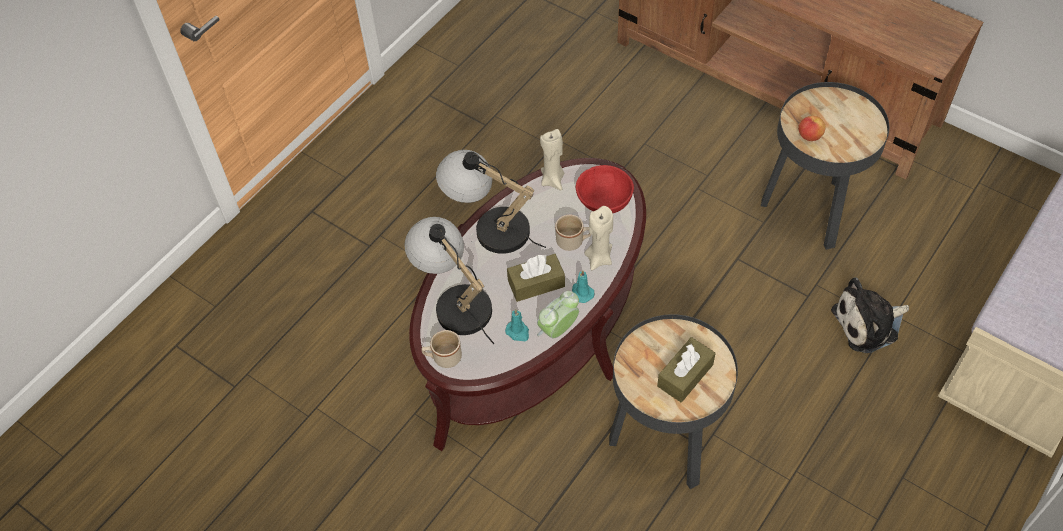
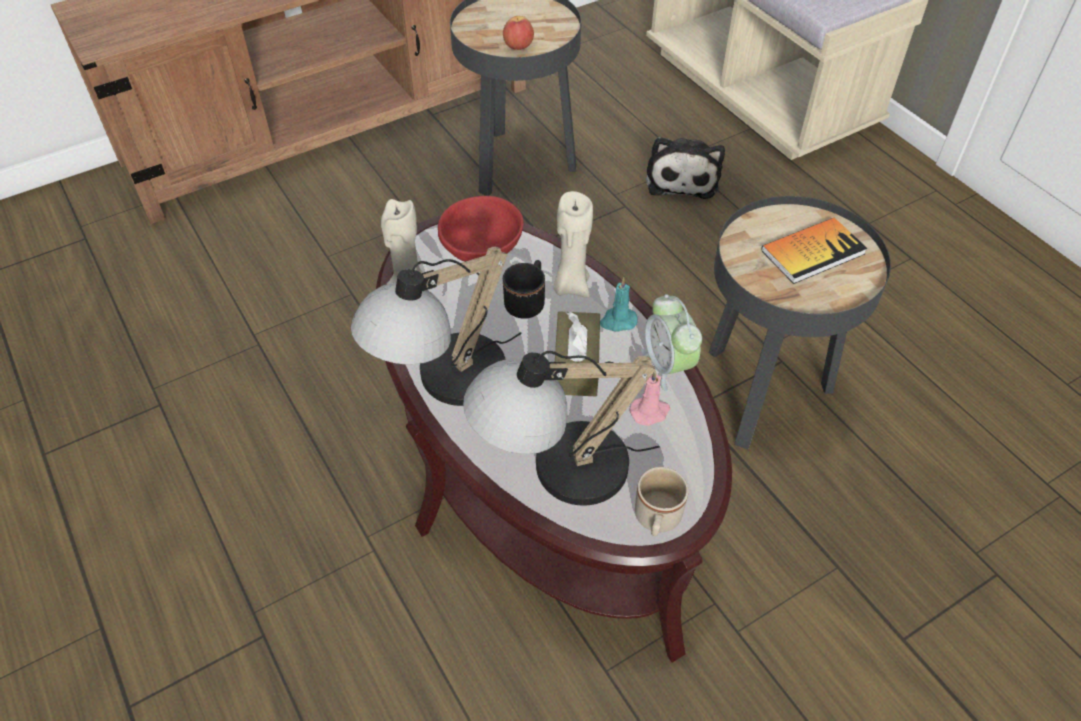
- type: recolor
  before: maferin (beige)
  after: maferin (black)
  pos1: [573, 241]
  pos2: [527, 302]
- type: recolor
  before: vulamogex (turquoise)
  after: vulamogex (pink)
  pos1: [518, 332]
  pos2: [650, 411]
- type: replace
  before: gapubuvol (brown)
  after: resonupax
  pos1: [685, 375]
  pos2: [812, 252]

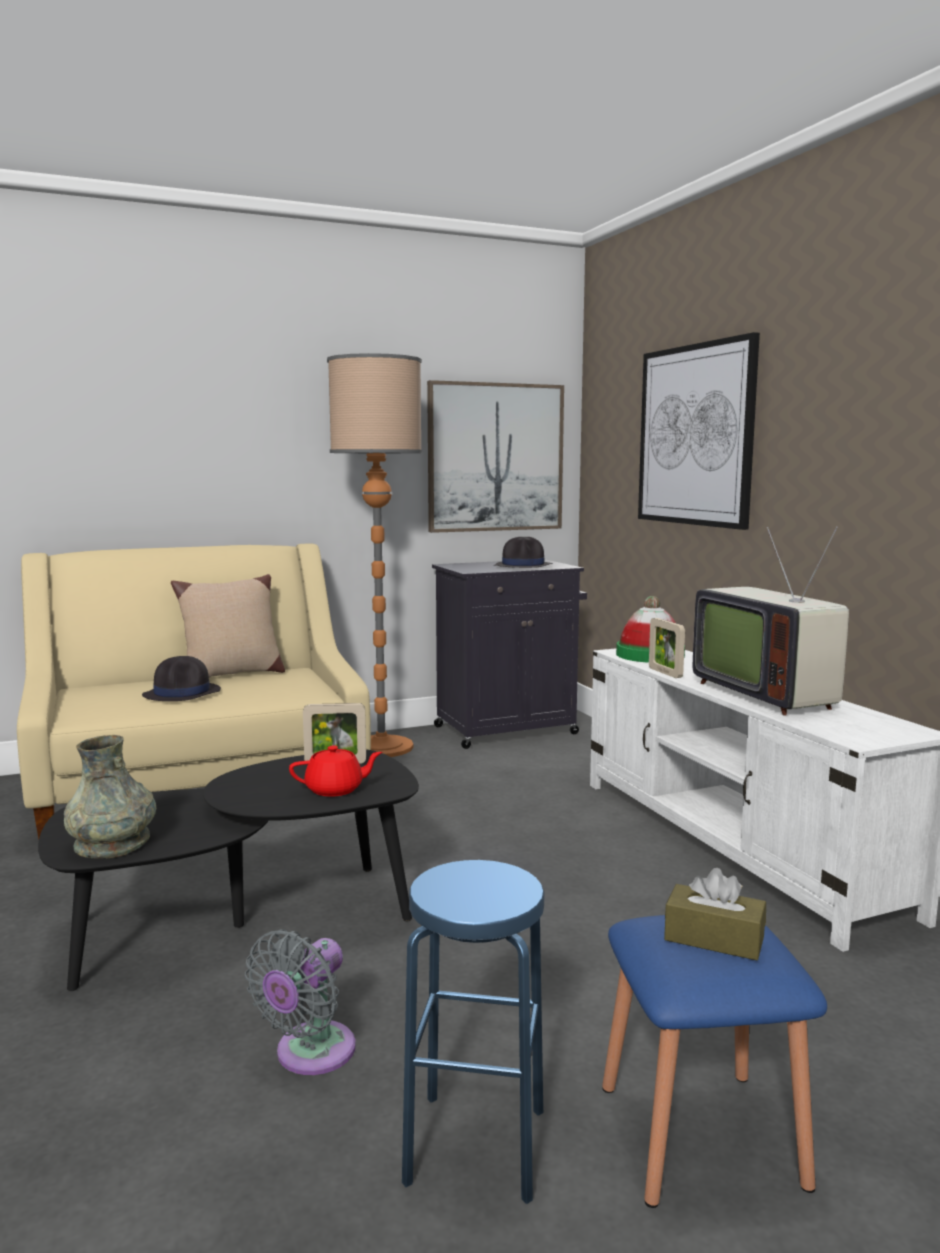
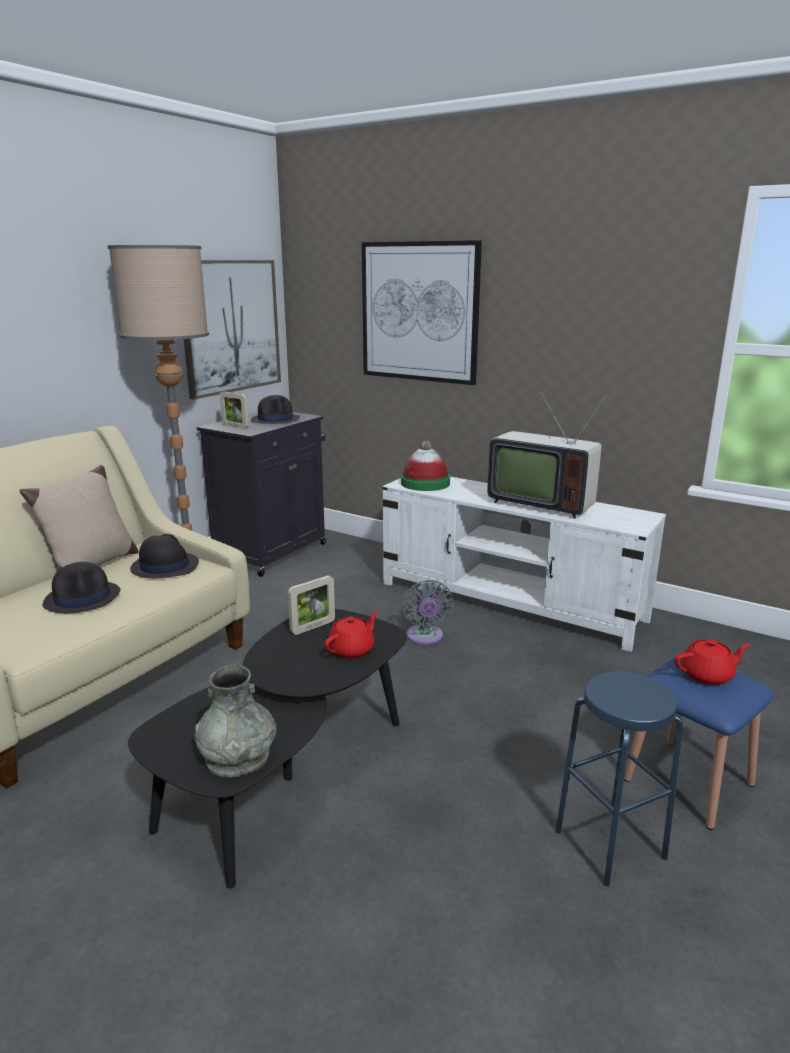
- type: insert
  after: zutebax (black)
  pos2: [164, 566]
- type: move
  before: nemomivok
  pos1: [665, 673]
  pos2: [235, 426]
- type: move
  before: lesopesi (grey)
  pos1: [310, 1054]
  pos2: [425, 637]
- type: replace
  before: gapubuvol (brown)
  after: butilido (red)
  pos1: [714, 938]
  pos2: [708, 675]

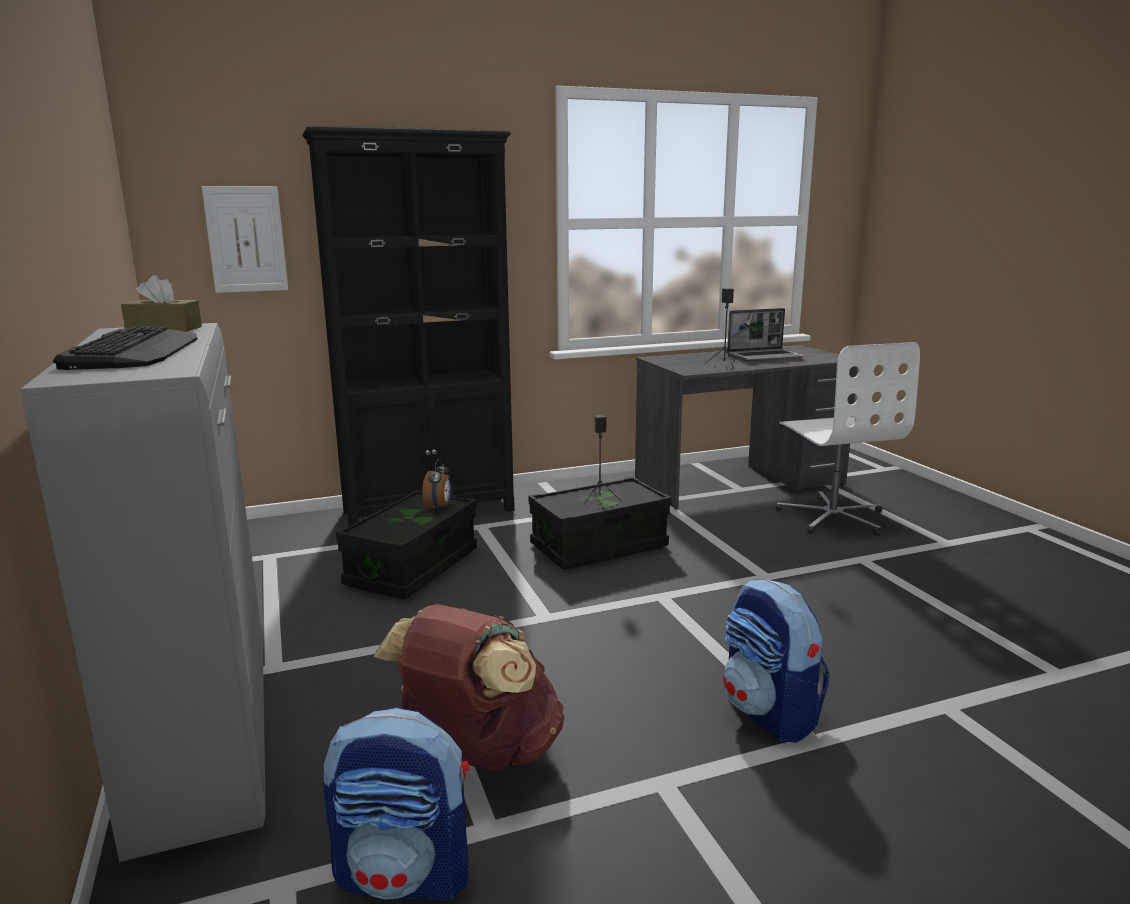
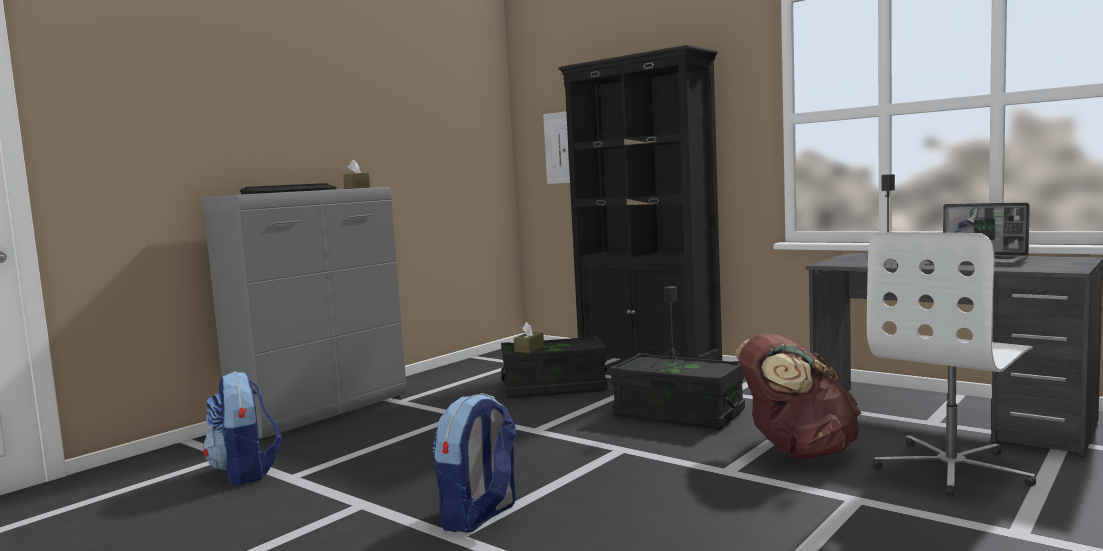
- type: insert
  after: gapubuvol (brown)
  pos2: [529, 349]
- type: move
  before: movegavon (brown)
  pos1: [478, 754]
  pos2: [797, 452]
- type: delete
  before: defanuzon
  pos1: [439, 508]

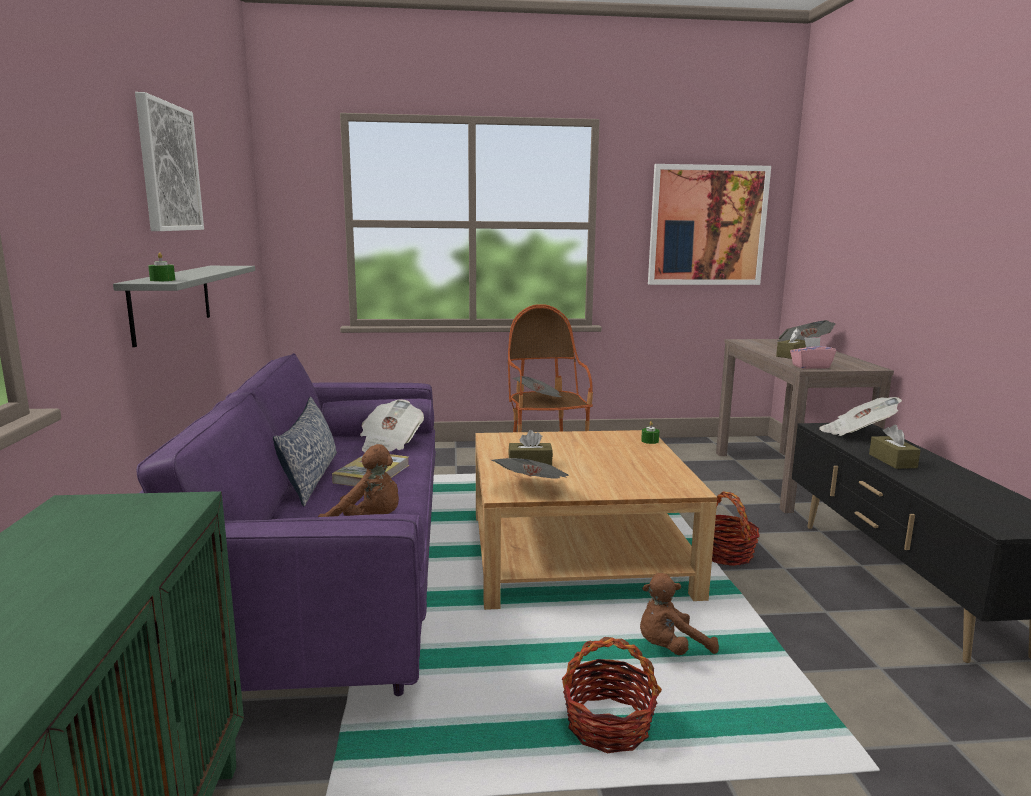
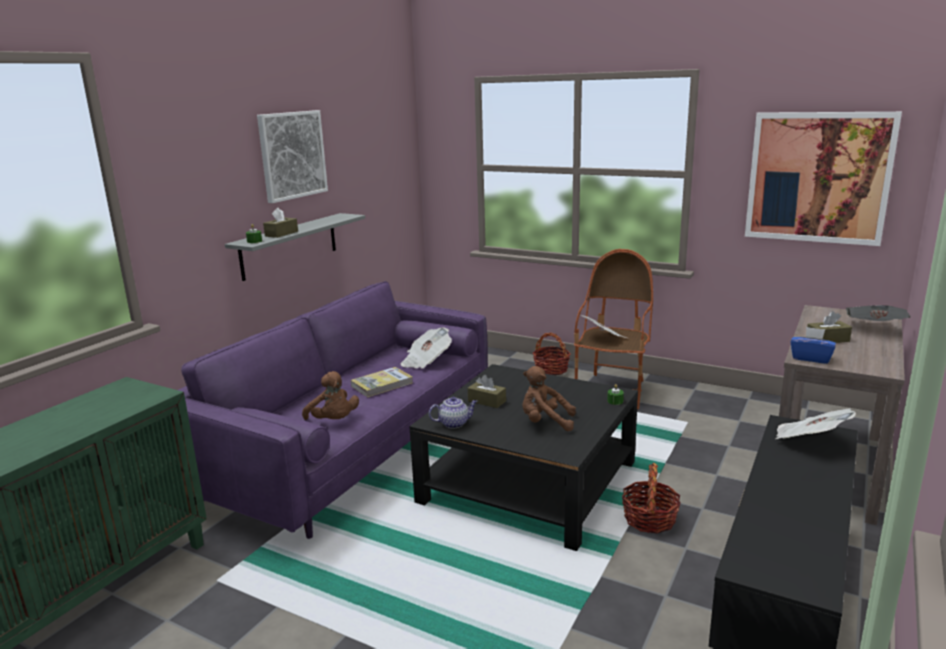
- type: move
  before: gapubuvol (brown)
  pos1: [892, 461]
  pos2: [281, 234]
- type: recolor
  before: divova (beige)
  after: divova (black)
  pos1: [577, 554]
  pos2: [529, 482]
- type: replace
  before: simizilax
  after: butilido
  pos1: [532, 489]
  pos2: [454, 423]
- type: move
  before: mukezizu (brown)
  pos1: [670, 648]
  pos2: [545, 422]
- type: move
  before: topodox
  pos1: [608, 725]
  pos2: [551, 369]
- type: recolor
  before: gapubuvol (pink)
  after: gapubuvol (blue)
  pos1: [810, 366]
  pos2: [811, 358]
- type: delete
  before: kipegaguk
  pos1: [311, 477]

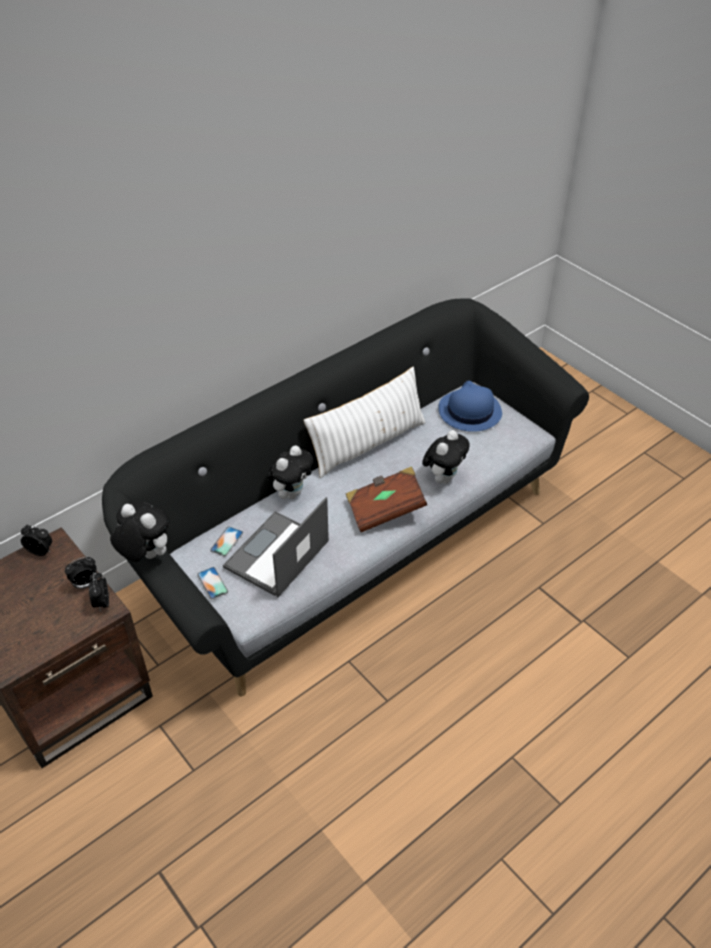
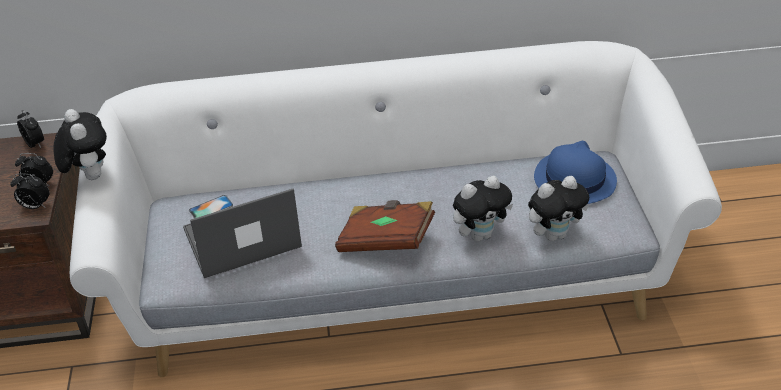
- type: rotate
  before: defanuzon
  pos1: [102, 603]
  pos2: [35, 206]
  turn: -105
- type: recolor
  before: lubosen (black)
  after: lubosen (white)
  pos1: [355, 539]
  pos2: [395, 280]
- type: move
  before: mukezizu
  pos1: [291, 493]
  pos2: [554, 235]
- type: delete
  before: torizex
  pos1: [212, 583]
- type: delete
  before: kipegaguk (white)
  pos1: [367, 444]

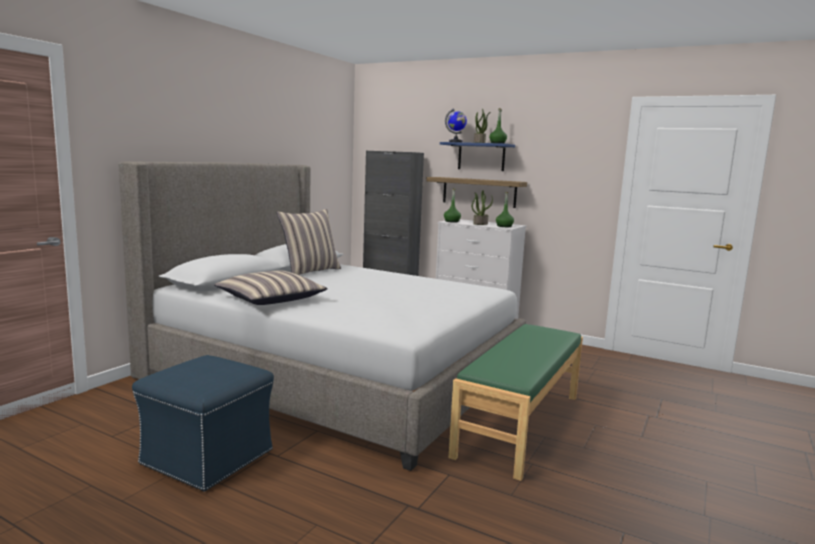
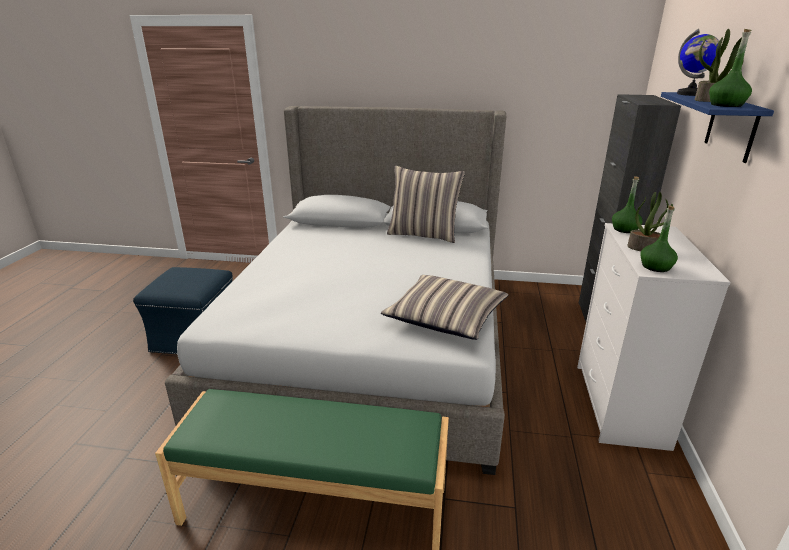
- type: move
  before: kipegaguk
  pos1: [271, 299]
  pos2: [446, 317]
- type: delete
  before: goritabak
  pos1: [479, 192]

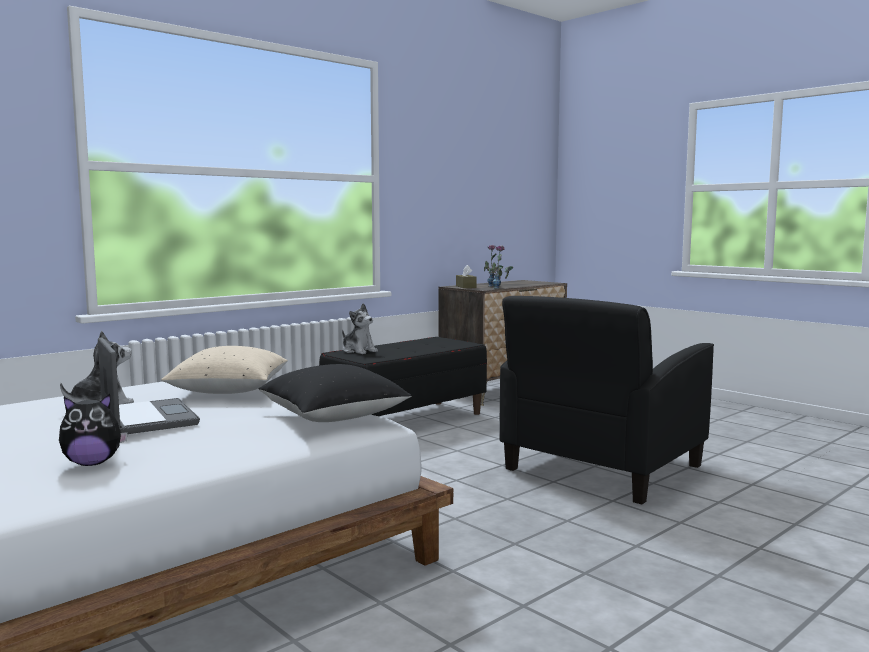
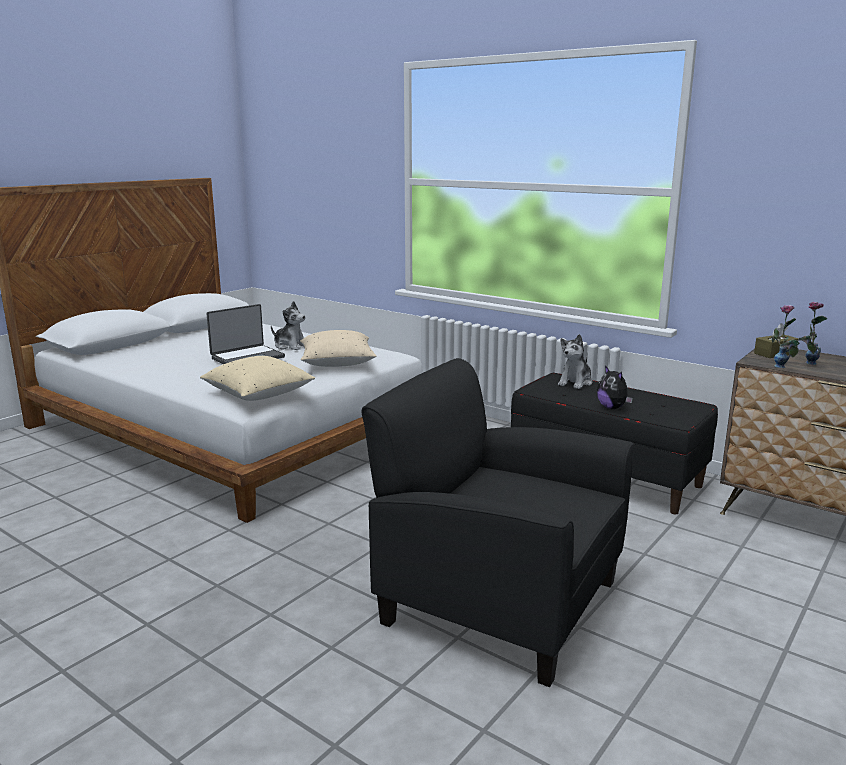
- type: recolor
  before: kipegaguk (black)
  after: kipegaguk (beige)
  pos1: [333, 417]
  pos2: [258, 395]
- type: move
  before: mukezizu
  pos1: [92, 463]
  pos2: [612, 408]

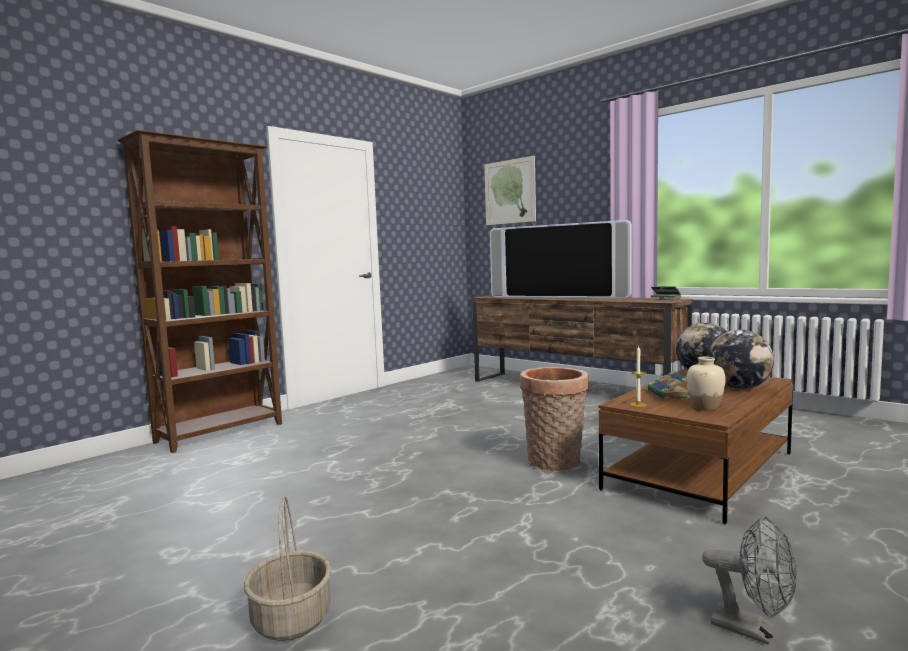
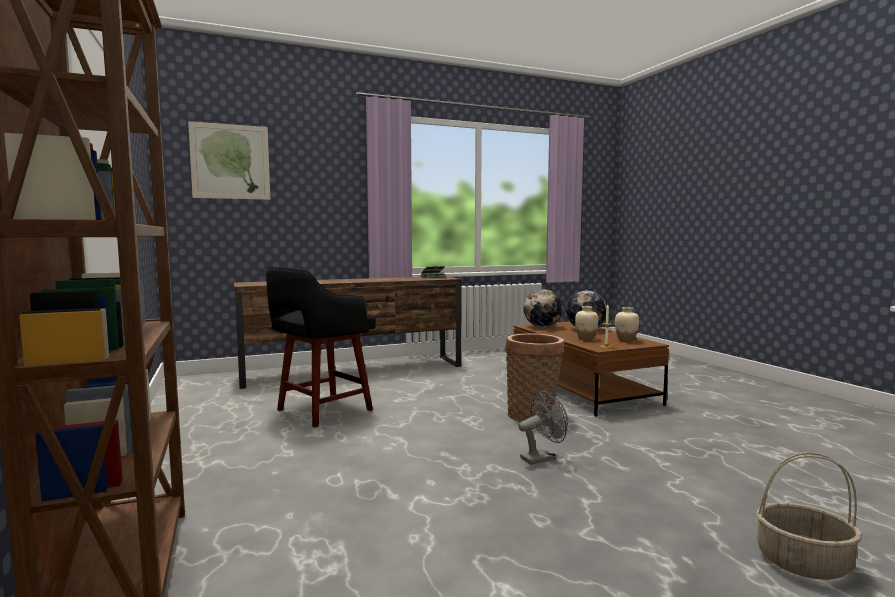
- type: insert
  after: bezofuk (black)
  pos2: [321, 411]
- type: move
  before: lesopesi (grey)
  pos1: [753, 630]
  pos2: [542, 458]
- type: replace
  before: resonupax
  after: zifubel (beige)
  pos1: [669, 394]
  pos2: [586, 339]
- type: delete
  before: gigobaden
  pos1: [558, 297]

